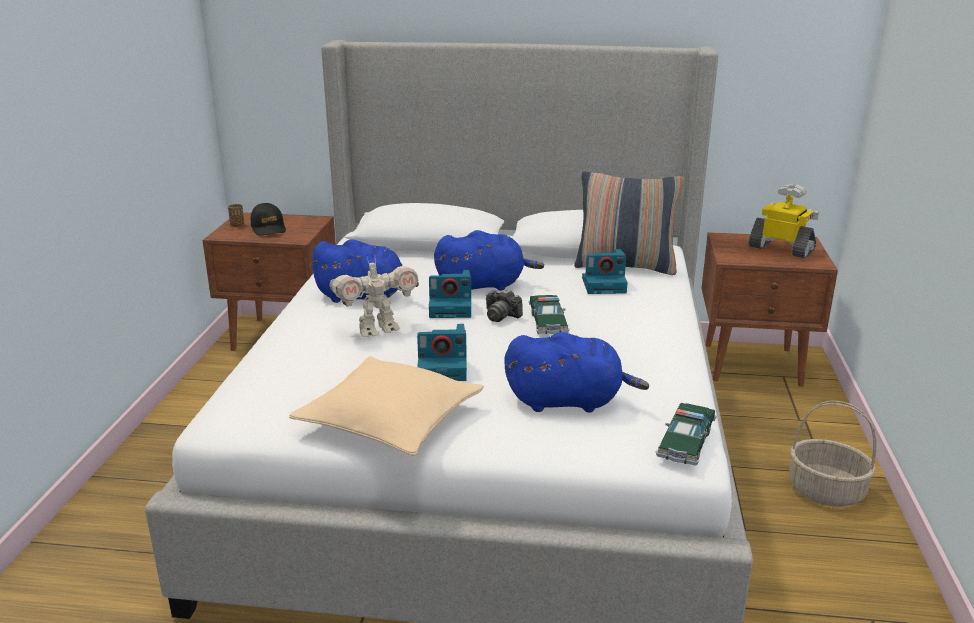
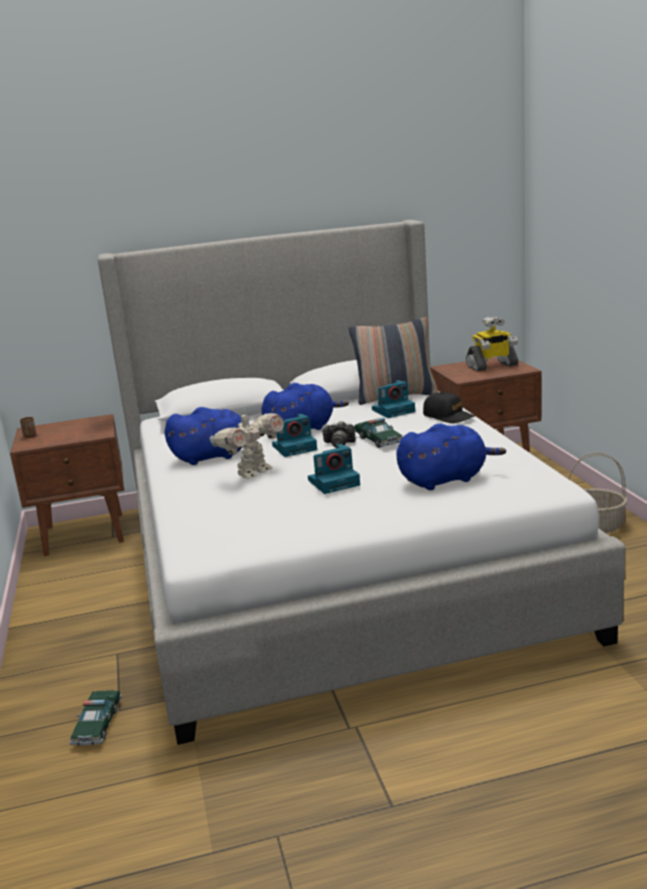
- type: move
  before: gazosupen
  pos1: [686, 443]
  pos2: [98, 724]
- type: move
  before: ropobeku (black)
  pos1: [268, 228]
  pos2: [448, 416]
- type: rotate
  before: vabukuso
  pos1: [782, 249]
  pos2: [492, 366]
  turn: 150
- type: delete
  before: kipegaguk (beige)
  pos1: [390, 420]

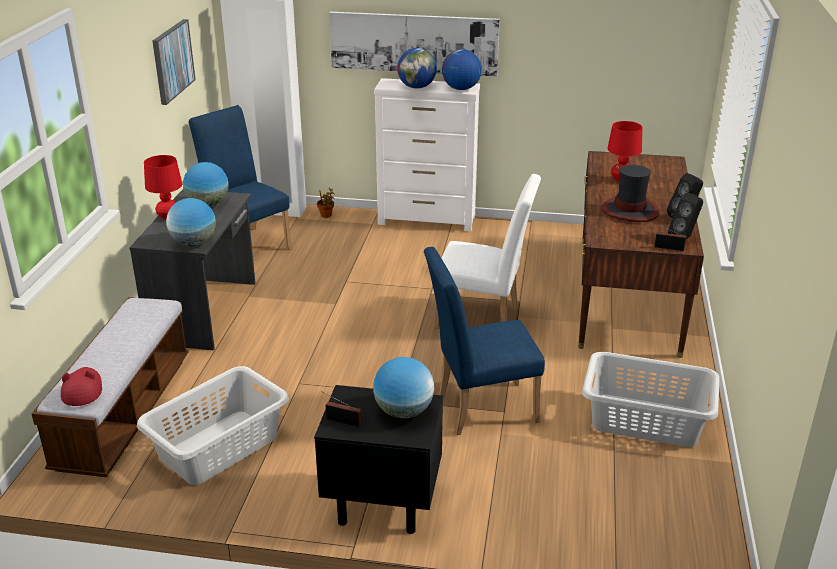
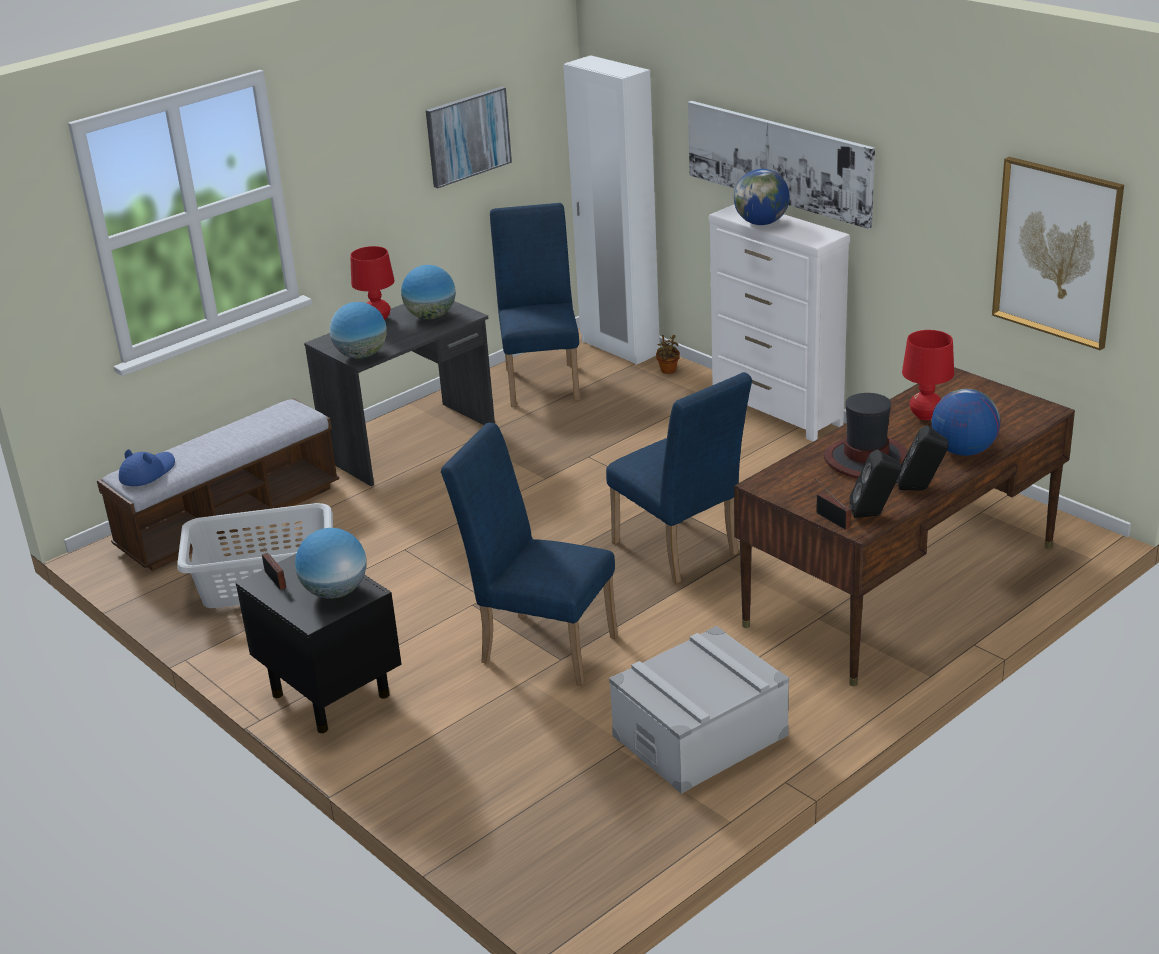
- type: recolor
  before: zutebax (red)
  after: zutebax (blue)
  pos1: [82, 389]
  pos2: [147, 472]
- type: recolor
  before: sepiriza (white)
  after: sepiriza (blue)
  pos1: [484, 319]
  pos2: [680, 552]
- type: replace
  before: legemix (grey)
  after: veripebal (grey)
  pos1: [646, 421]
  pos2: [700, 736]
- type: move
  before: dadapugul
  pos1: [461, 89]
  pos2: [963, 451]
- type: insert
  after: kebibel
  pos2: [1056, 252]

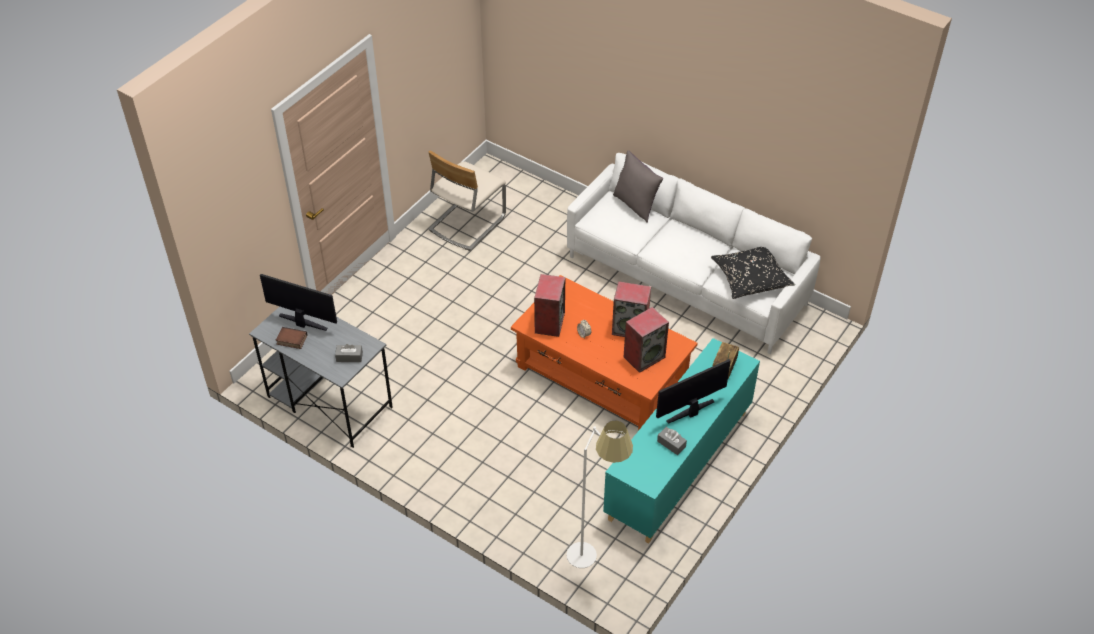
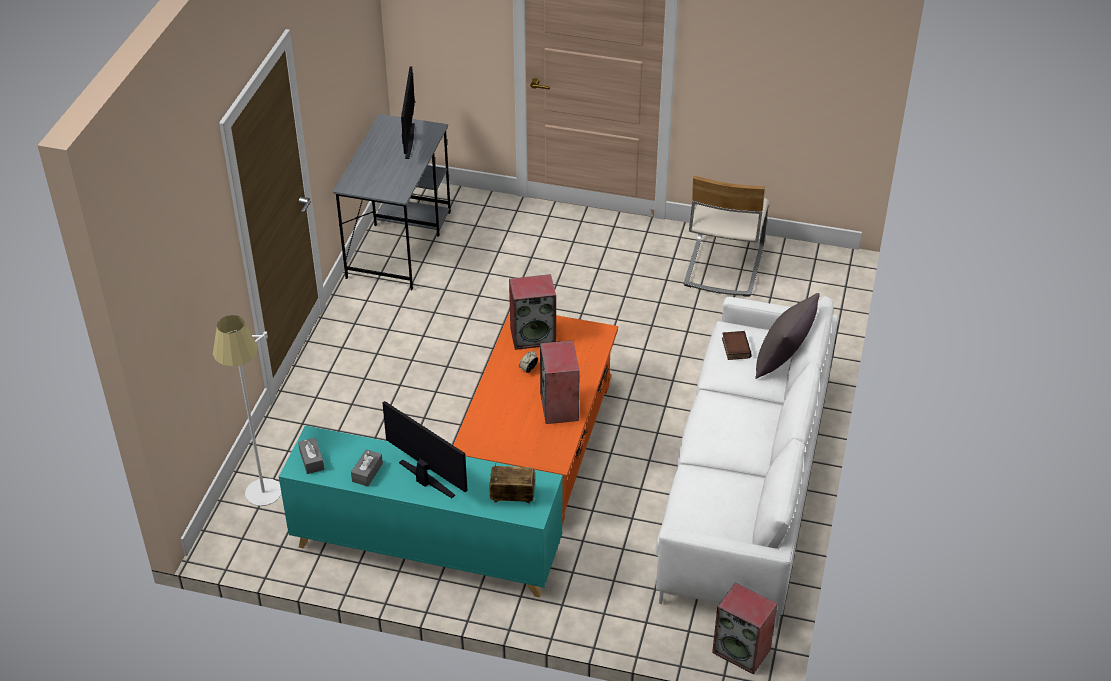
- type: move
  before: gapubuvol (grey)
  pos1: [349, 357]
  pos2: [312, 460]
- type: rotate
  before: sepiriza (beige)
  pos1: [466, 223]
  pos2: [723, 266]
  turn: -90
- type: move
  before: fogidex
  pos1: [644, 356]
  pos2: [742, 651]
- type: move
  before: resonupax
  pos1: [291, 340]
  pos2: [735, 348]
- type: delete
  before: kipegaguk (black)
  pos1: [750, 278]

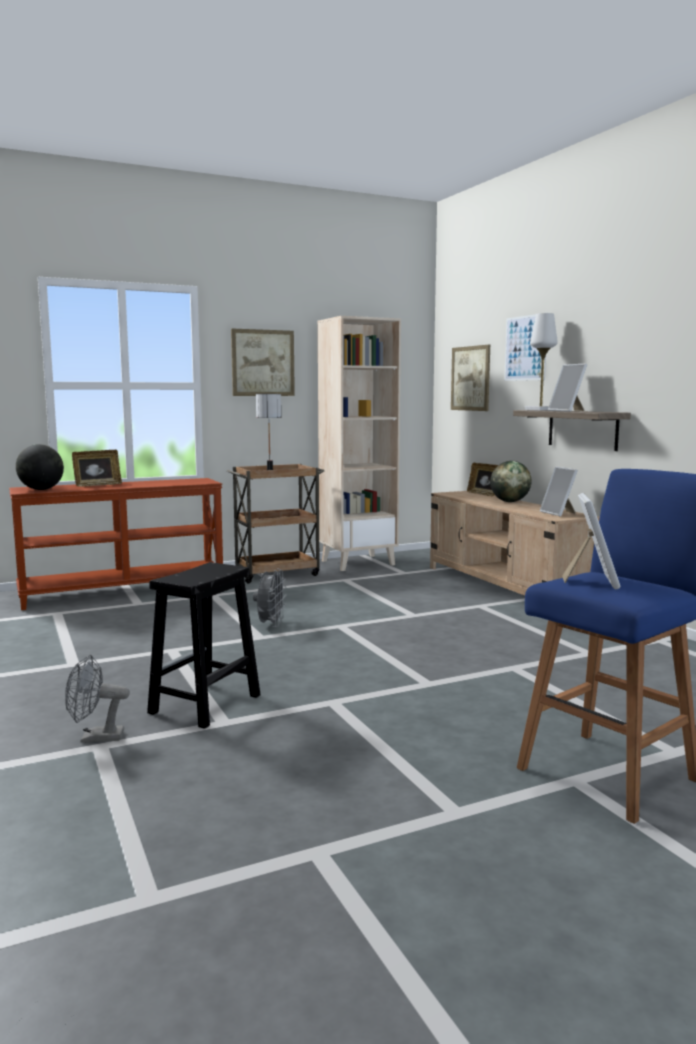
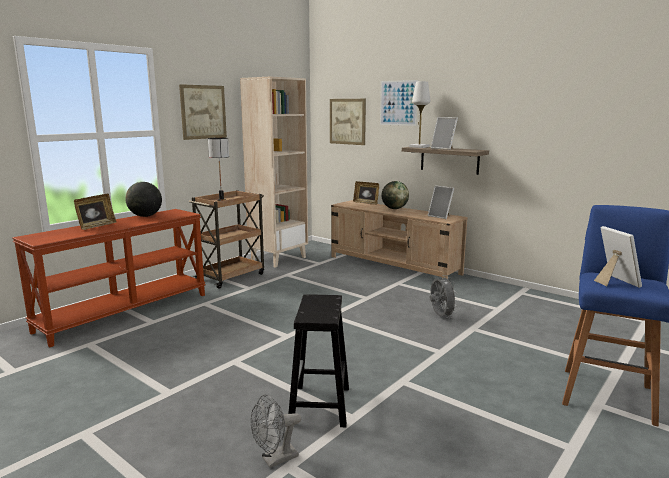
- type: move
  before: dadapugul
  pos1: [41, 489]
  pos2: [145, 216]
- type: move
  before: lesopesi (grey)
  pos1: [270, 625]
  pos2: [440, 316]

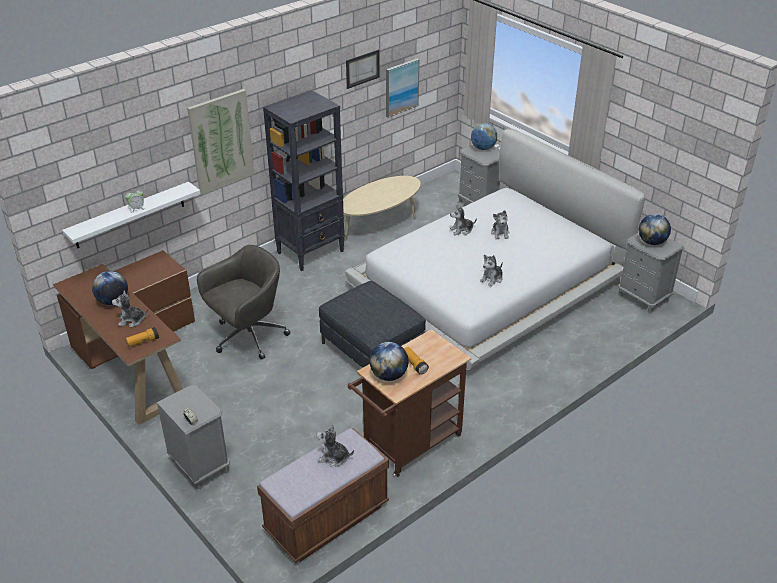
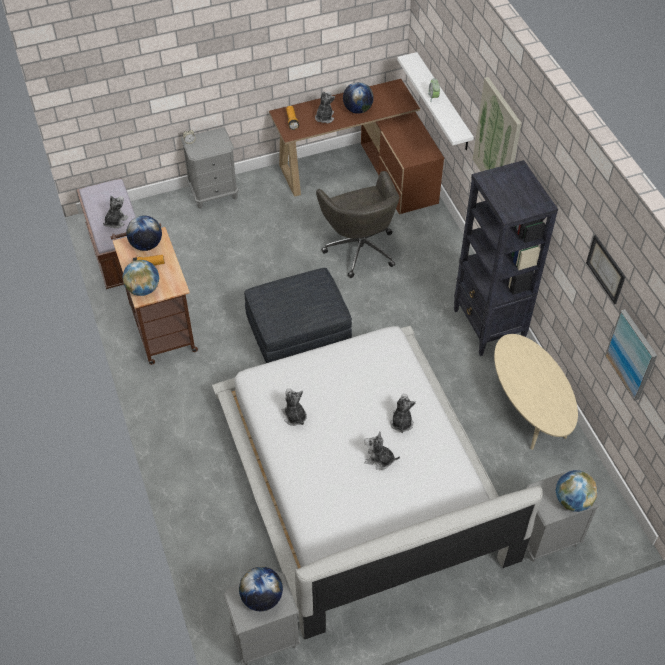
- type: insert
  after: dadapugul
  pos2: [143, 289]

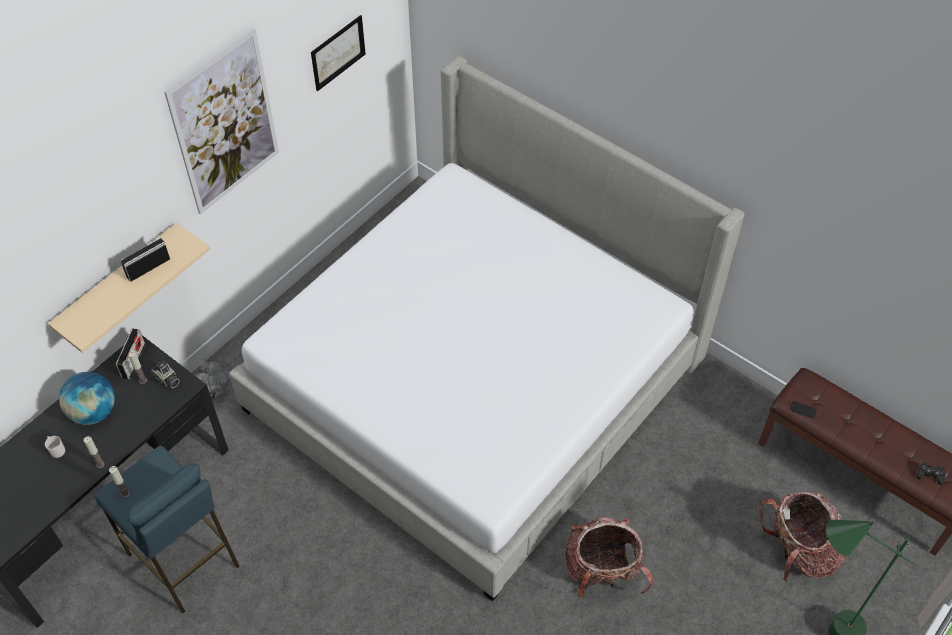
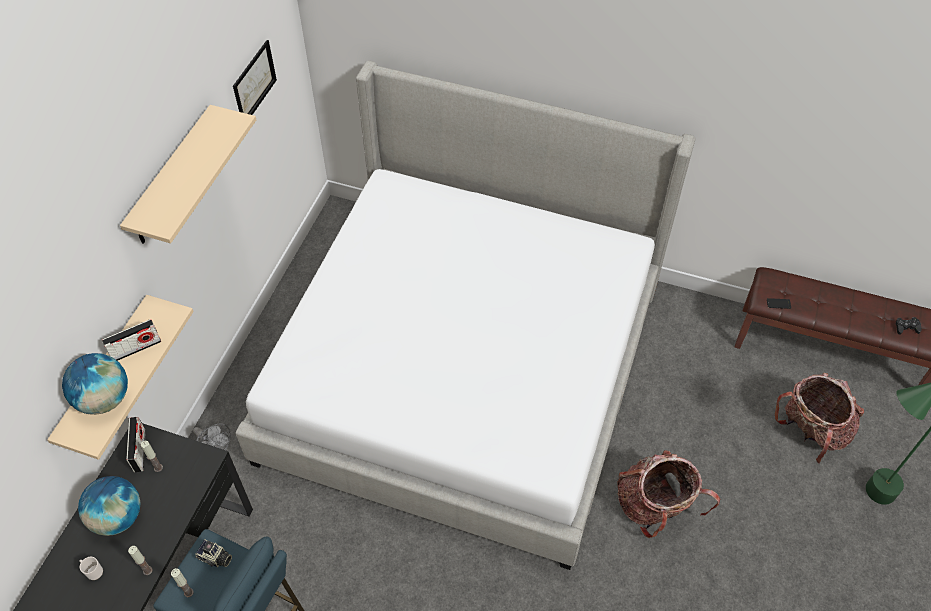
- type: insert
  after: dadapugul
  pos2: [104, 399]
- type: rotate
  before: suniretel
  pos1: [148, 267]
  pos2: [136, 348]
  turn: -150
- type: replace
  before: kebibel
  after: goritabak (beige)
  pos1: [225, 123]
  pos2: [172, 177]
- type: move
  before: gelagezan
  pos1: [167, 380]
  pos2: [215, 558]

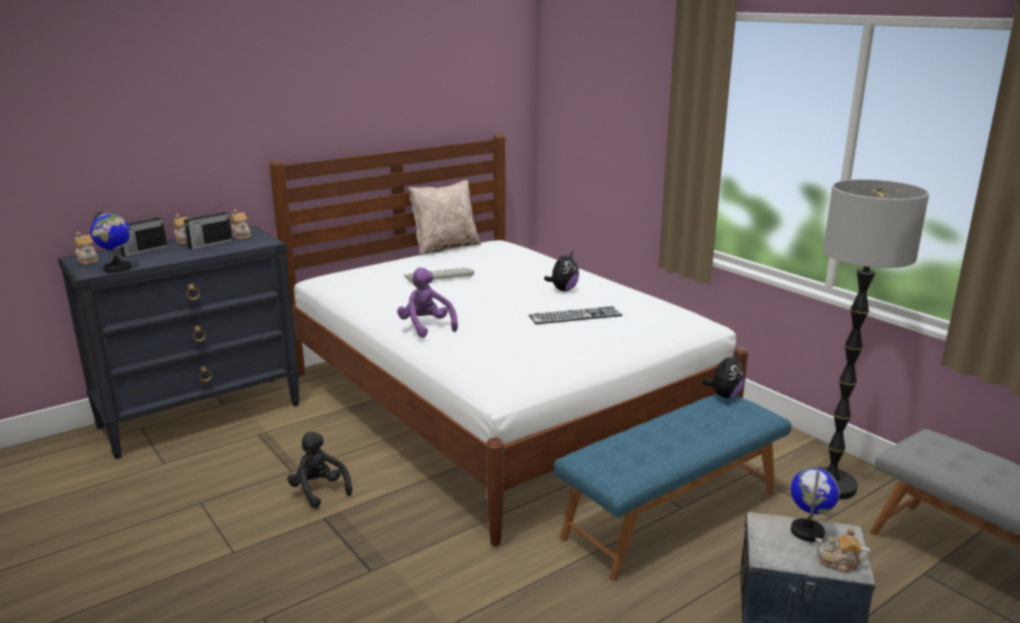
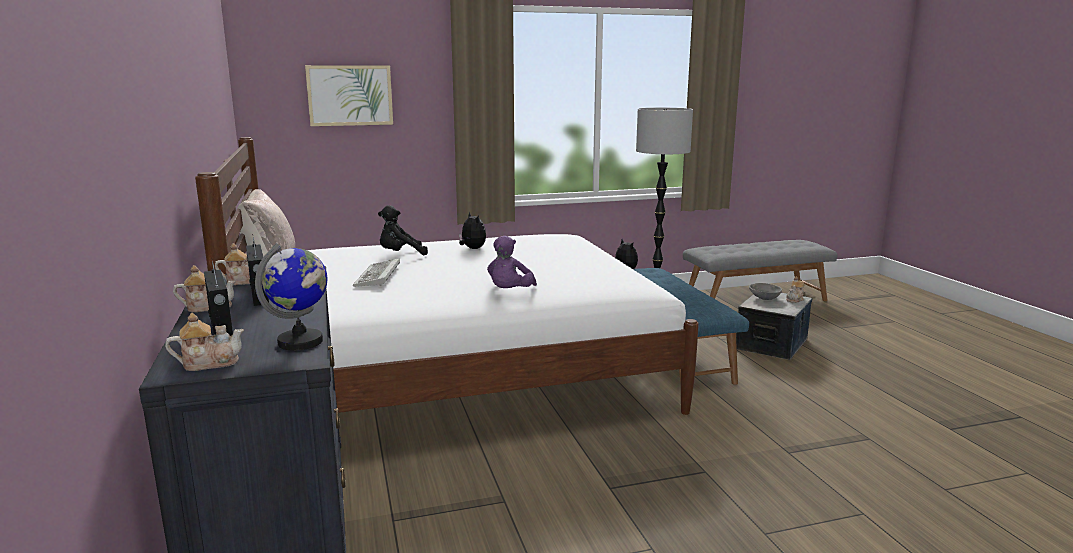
- type: insert
  after: kebibel
  pos2: [350, 95]
- type: move
  before: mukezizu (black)
  pos1: [319, 491]
  pos2: [400, 255]
- type: rotate
  before: mukezizu (purple)
  pos1: [426, 327]
  pos2: [509, 293]
  turn: -60
- type: replace
  before: dadapugul
  after: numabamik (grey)
  pos1: [807, 531]
  pos2: [764, 298]
- type: delete
  before: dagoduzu
  pos1: [575, 315]

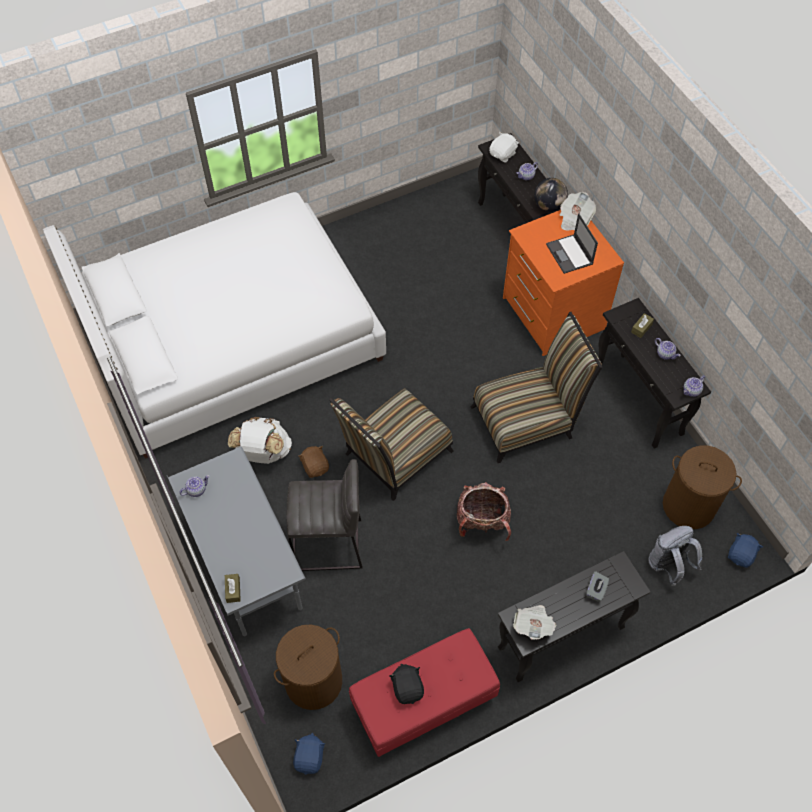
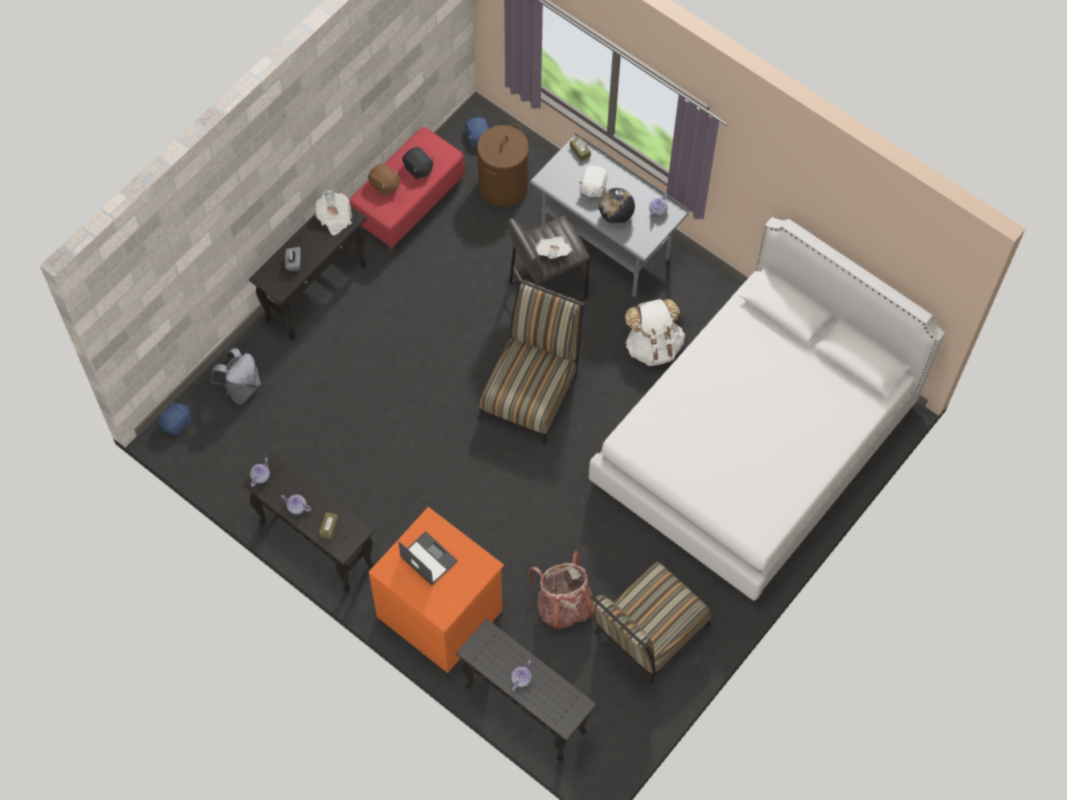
- type: rotate
  before: mukezizu (blue)
  pos1: [741, 555]
  pos2: [177, 423]
  turn: -150
- type: move
  before: mukezizu (brown)
  pos1: [315, 466]
  pos2: [384, 185]
- type: move
  before: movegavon
  pos1: [482, 522]
  pos2: [564, 605]
- type: move
  before: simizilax
  pos1: [574, 219]
  pos2: [553, 252]
- type: move
  before: mukezizu (white)
  pos1: [503, 154]
  pos2: [592, 187]
- type: move
  before: sepiriza
  pos1: [527, 420]
  pos2: [646, 633]
- type: move
  before: dadapugul
  pos1: [549, 206]
  pos2: [616, 215]
- type: delete
  before: legemix (brown)
  pos1: [689, 505]

